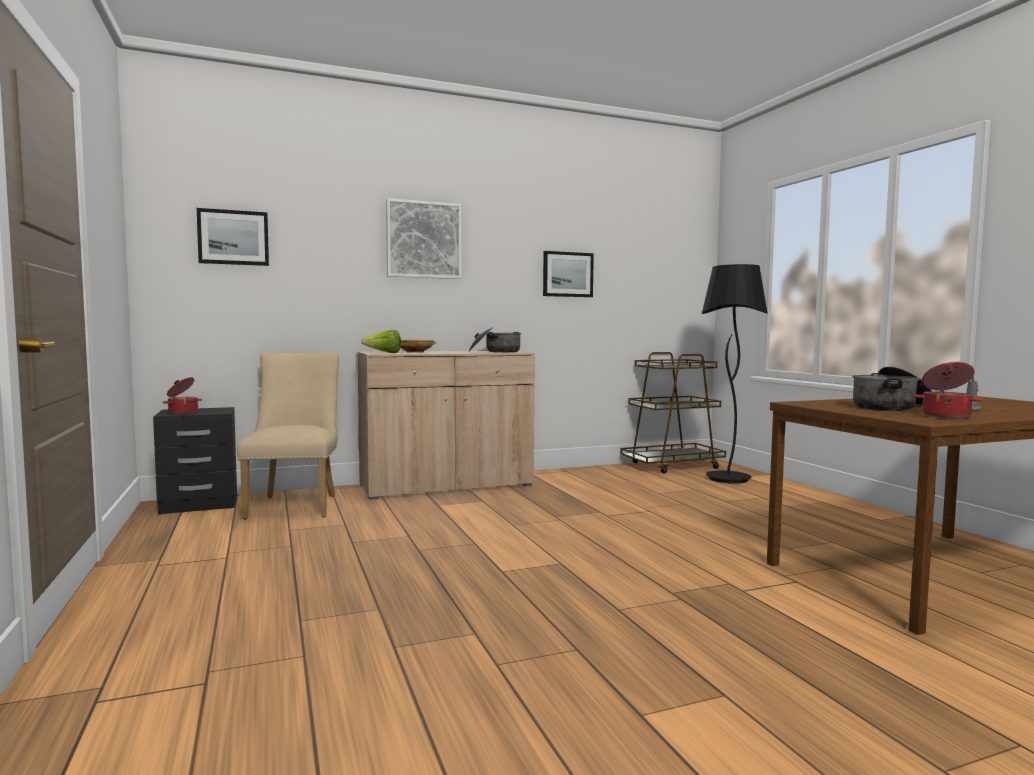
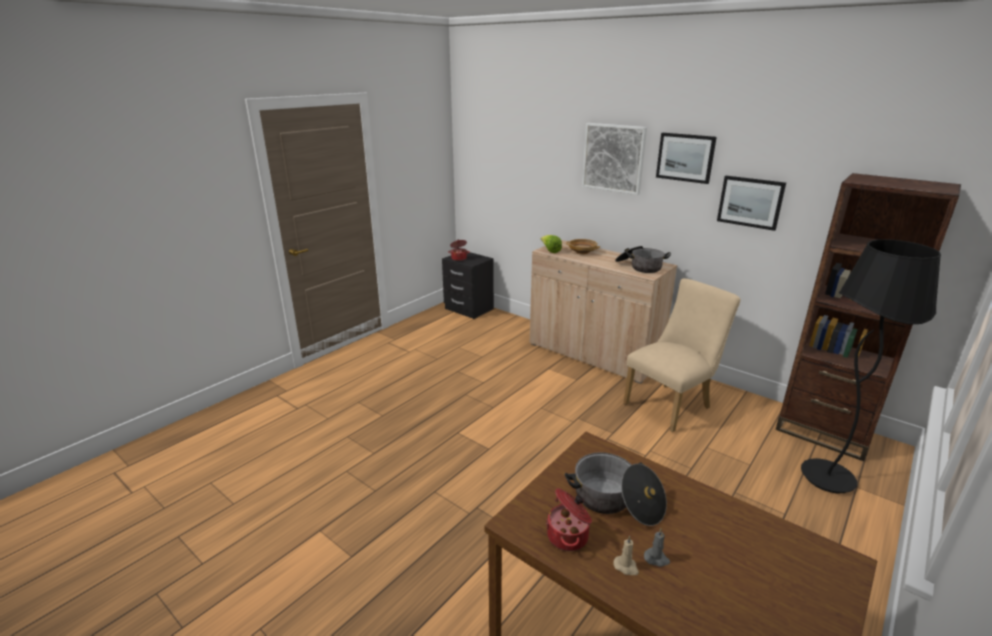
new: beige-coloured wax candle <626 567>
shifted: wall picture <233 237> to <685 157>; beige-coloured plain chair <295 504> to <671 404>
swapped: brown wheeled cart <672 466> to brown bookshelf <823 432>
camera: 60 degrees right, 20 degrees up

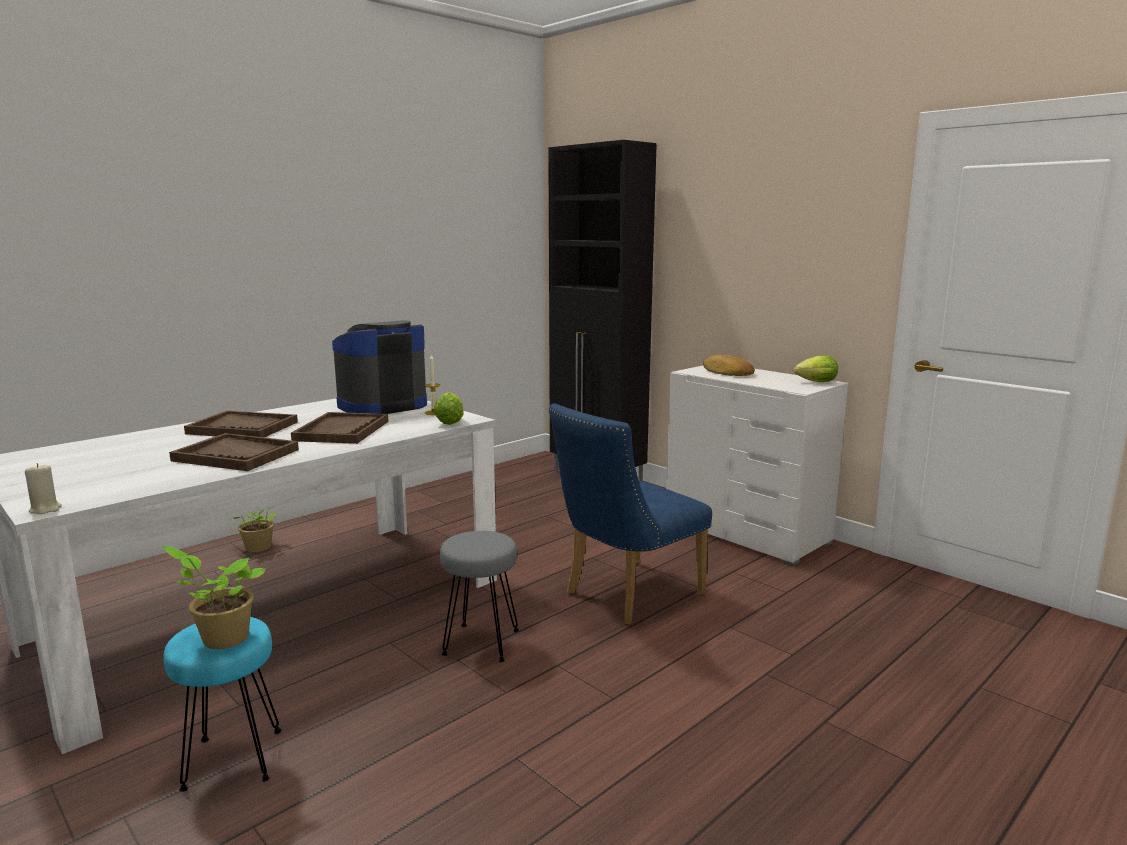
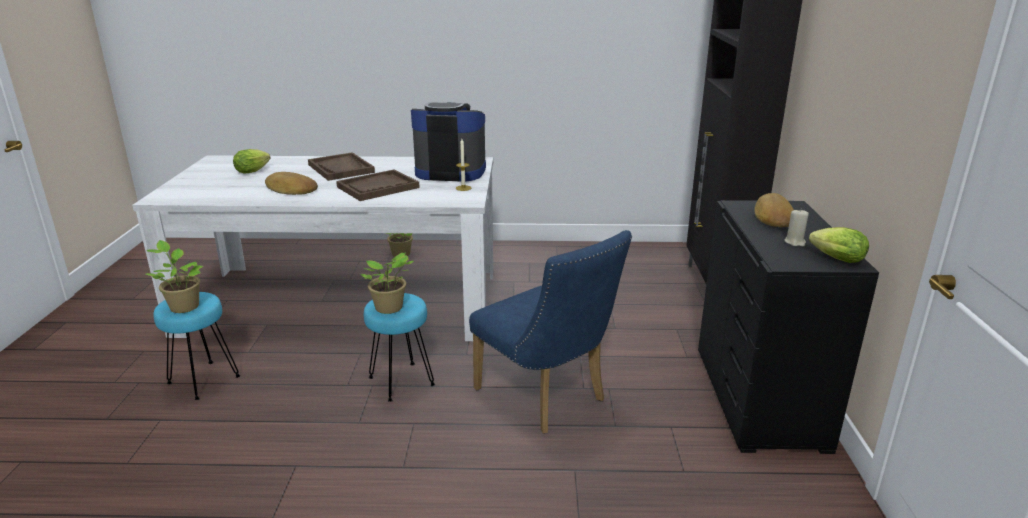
new: plant in a pot <389 309>
shifted: lettuce head <449 421> to <254 171>; beige-coloured wax candle <45 509> to <795 242>
swapped: brown serving tray <236 455> to baked bread <291 189>
repainted: white-coloured chest of drawers <747 532> to black chest of drawers <761 398>; grey stool <481 643> to turquoise stool <400 382>
rotated: blue plain chair <625 595> = <546 399> 135 degrees counterclockwise
camera: 45 degrees right, 10 degrees up

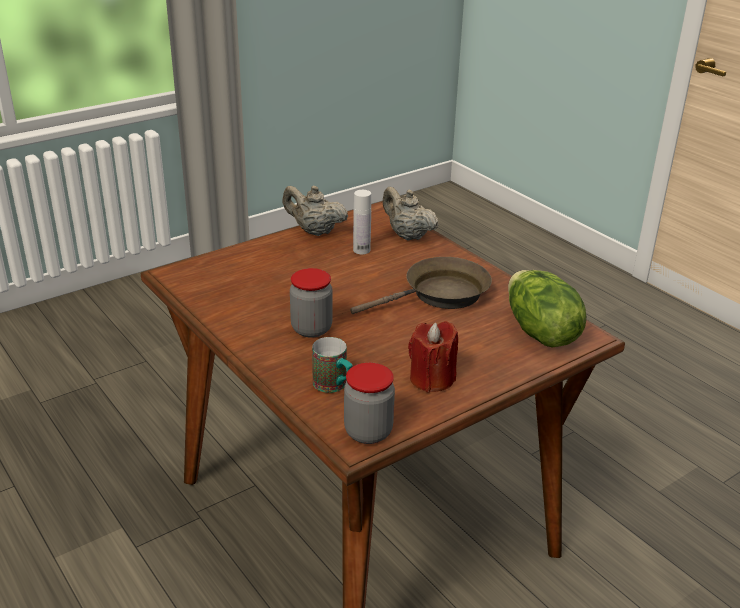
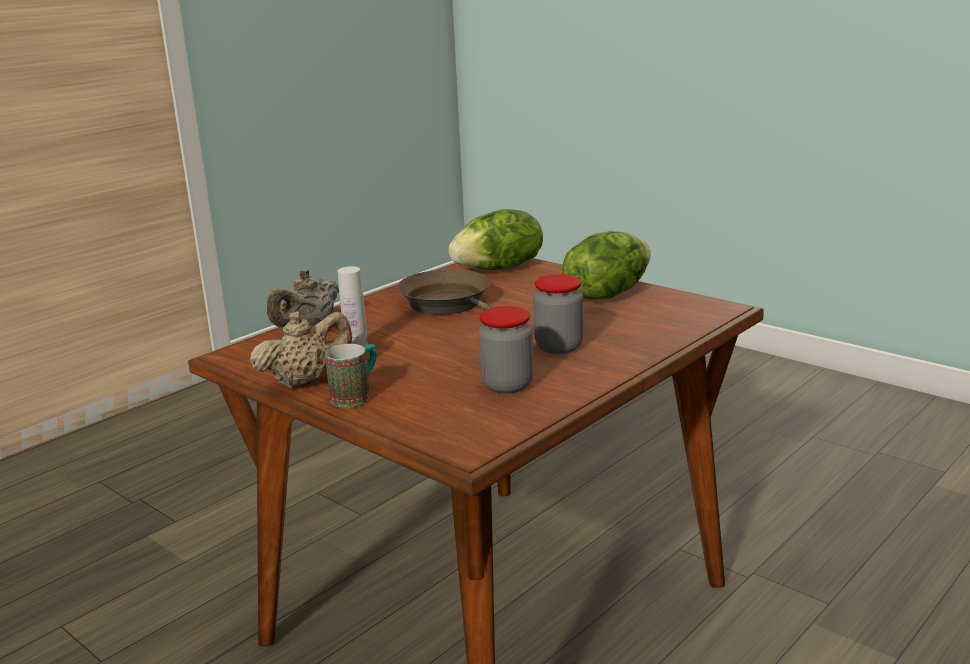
shifted: coffee mug <334 386> to <356 395>; preserve jar <368 432> to <507 385>
swapped: reddish wax candle <432 379> to lettuce head <606 294>
rotated: beige-coloured tea pot <314 231> = <305 381> 135 degrees counterclockwise
camera: 100 degrees left, 10 degrees down

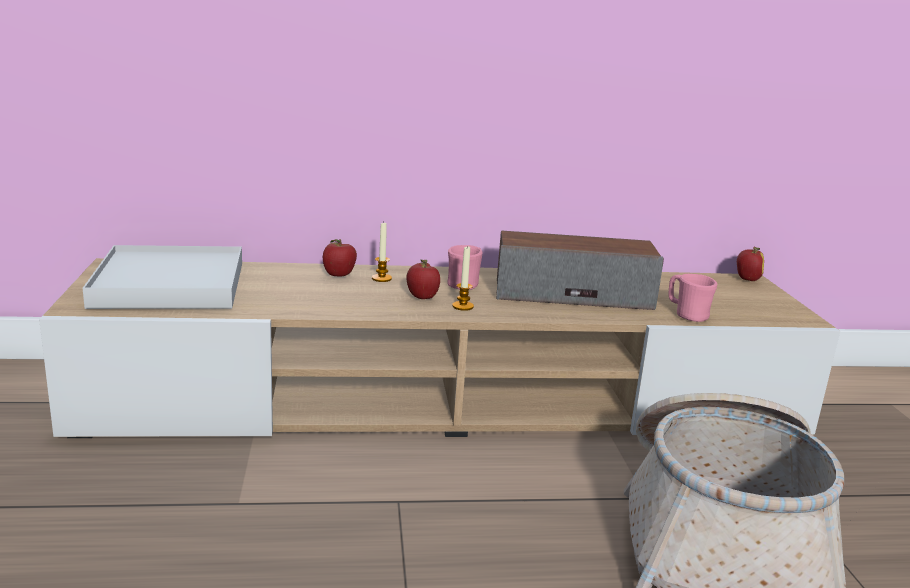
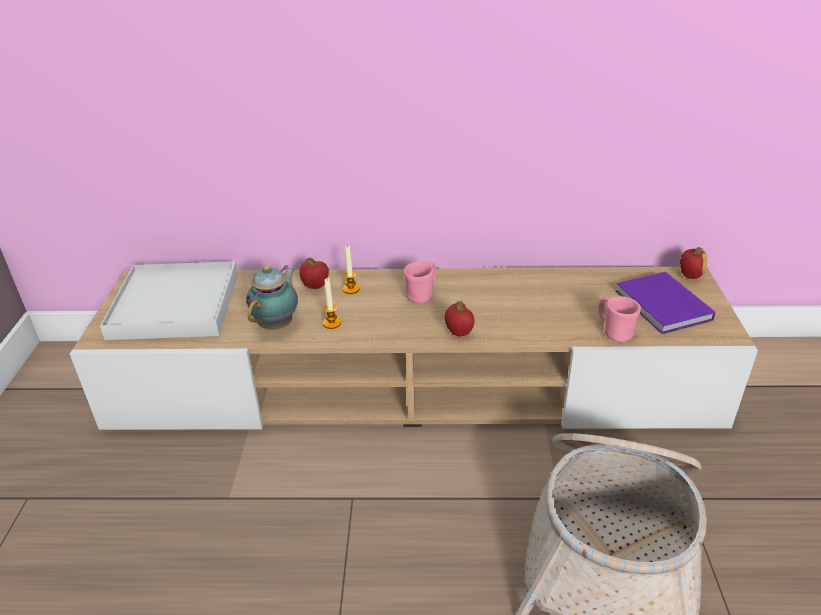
gone: speaker <572 294>
new: tea pot <278 324>; purple-coloured book <663 307>
shifted: wax candle <463 306> to <331 323>; whole apple <421 298> to <458 333>
camera: 10 degrees right, 15 degrees up

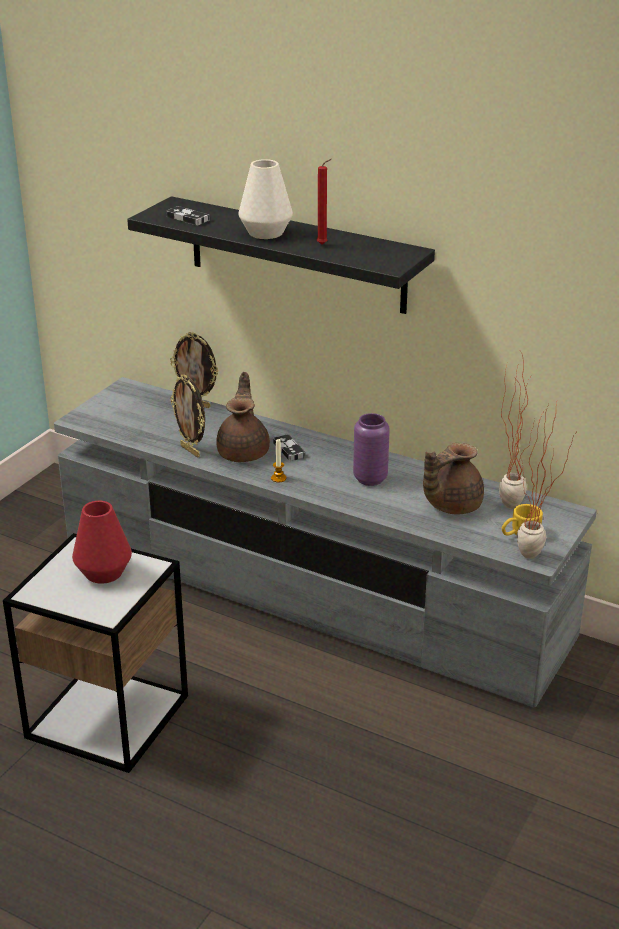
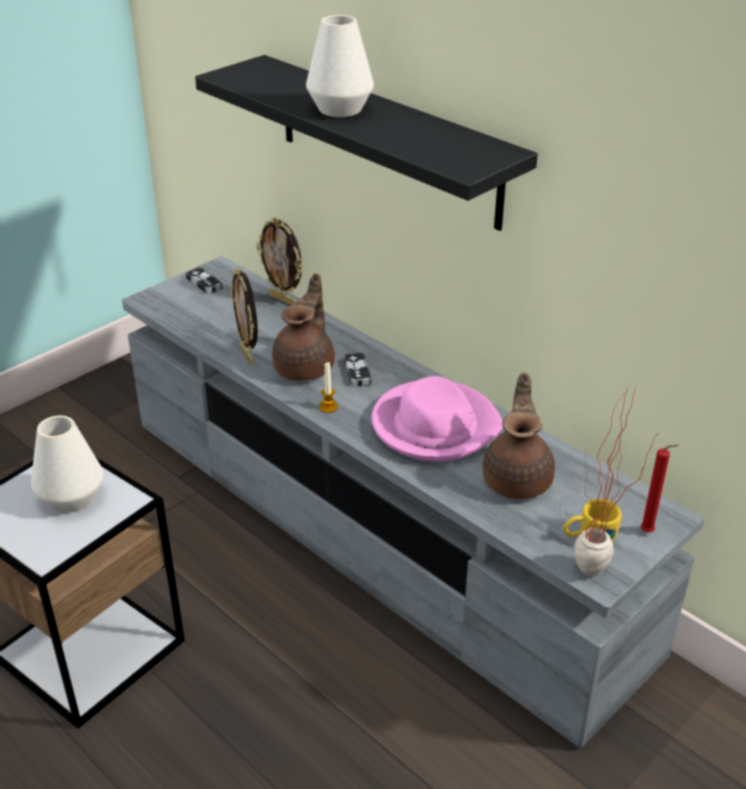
gone: plant in a pot <510 501>
shifted: reddish wax candle <324 244> to <649 532>; gamepad <188 218> to <204 283>
swapped: purple-coloured decorative vase <370 479> to pinkish hat <435 425>
repainted: reddish decorative vase <104 572> to white-coloured decorative vase <72 498>
rotated: brown tea pot <451 505> = <518 479> 120 degrees clockwise
camera: 15 degrees right, 5 degrees up

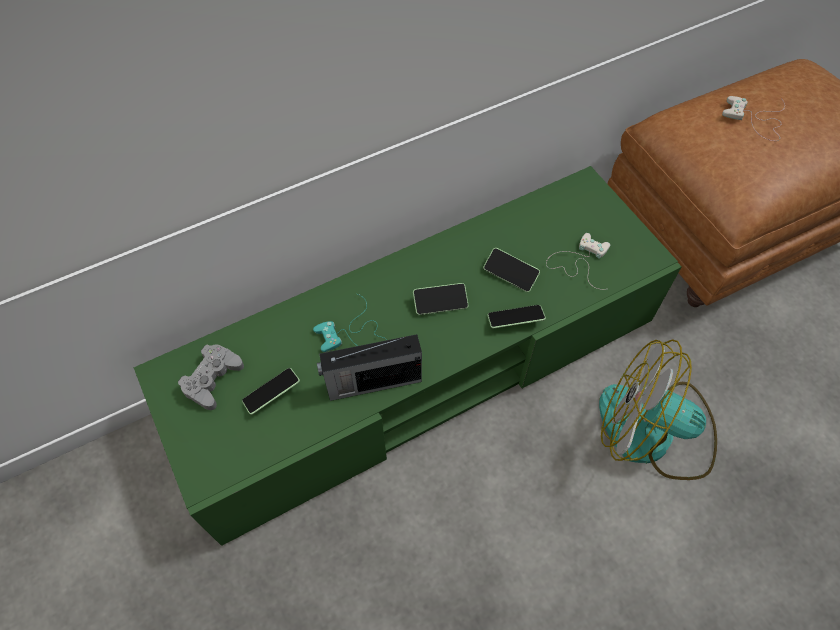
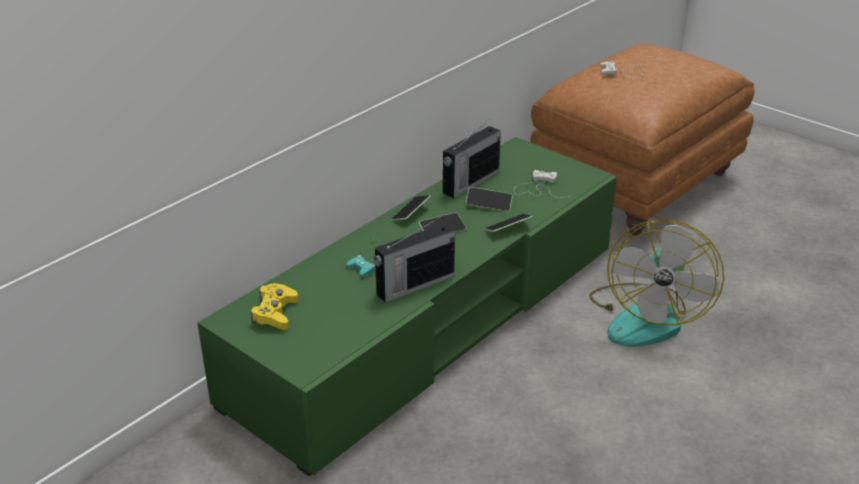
new: radio set <470 183>
shifted: telephone <272 394> to <411 213>
repainted: grey gamepad <212 379> to yellowish gamepad <275 313>
rotated: fan <653 433> = <647 317> 75 degrees counterclockwise
camera: 20 degrees left, 25 degrees down

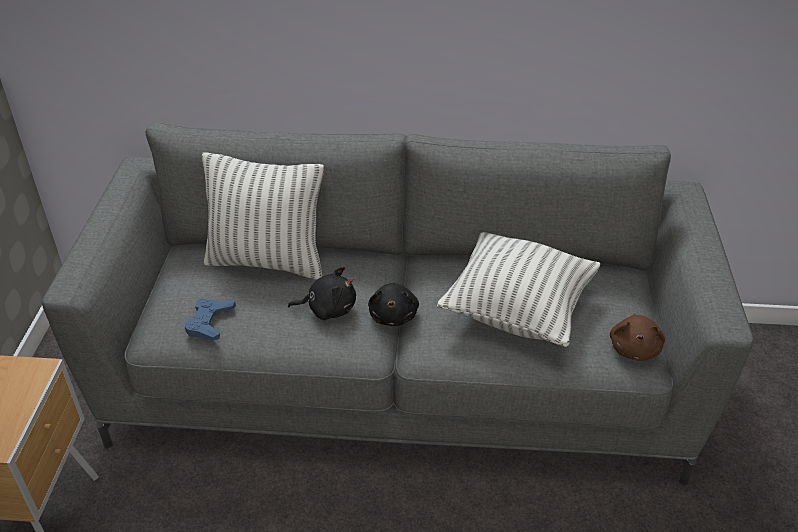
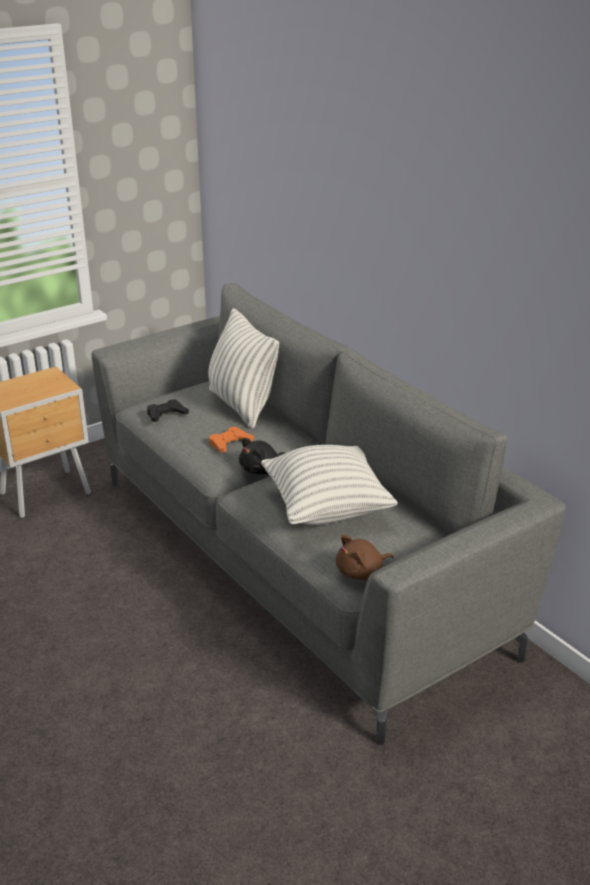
swapped: black plush toy <328 308> to orange gamepad <230 443>
repainted: blue gamepad <209 322> to black gamepad <166 414>
camera: 50 degrees right, 10 degrees down

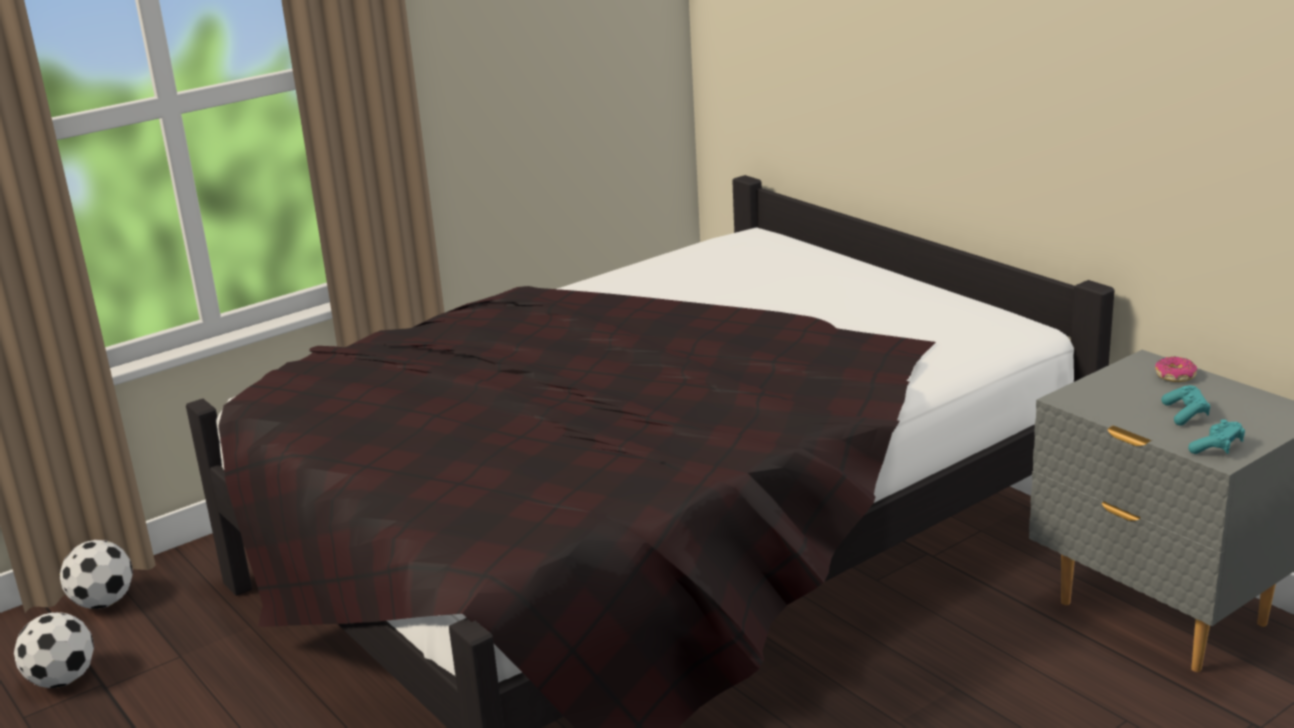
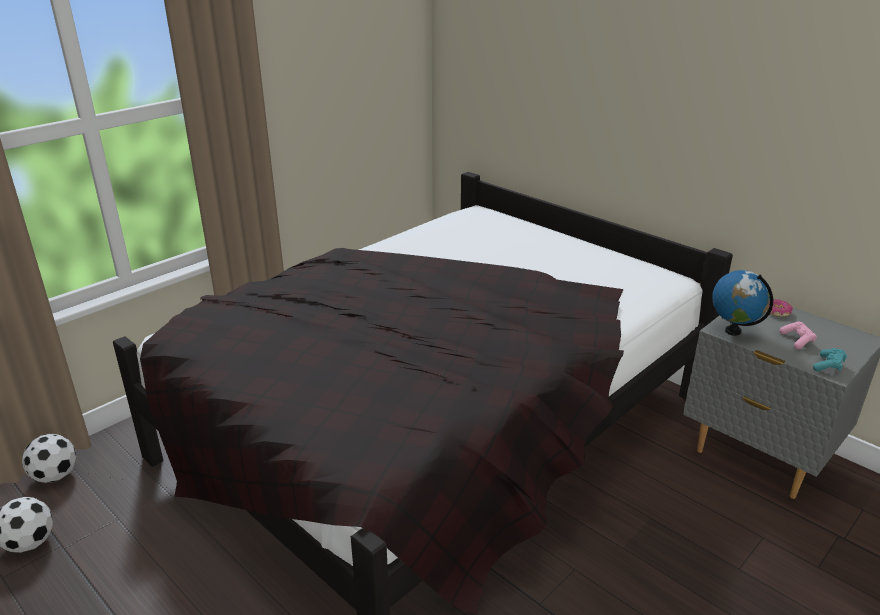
new: globe <733 331>
repainted: turquoise gamepad <1185 414> to pinkish gamepad <797 340>
camera: 10 degrees left, 5 degrees up

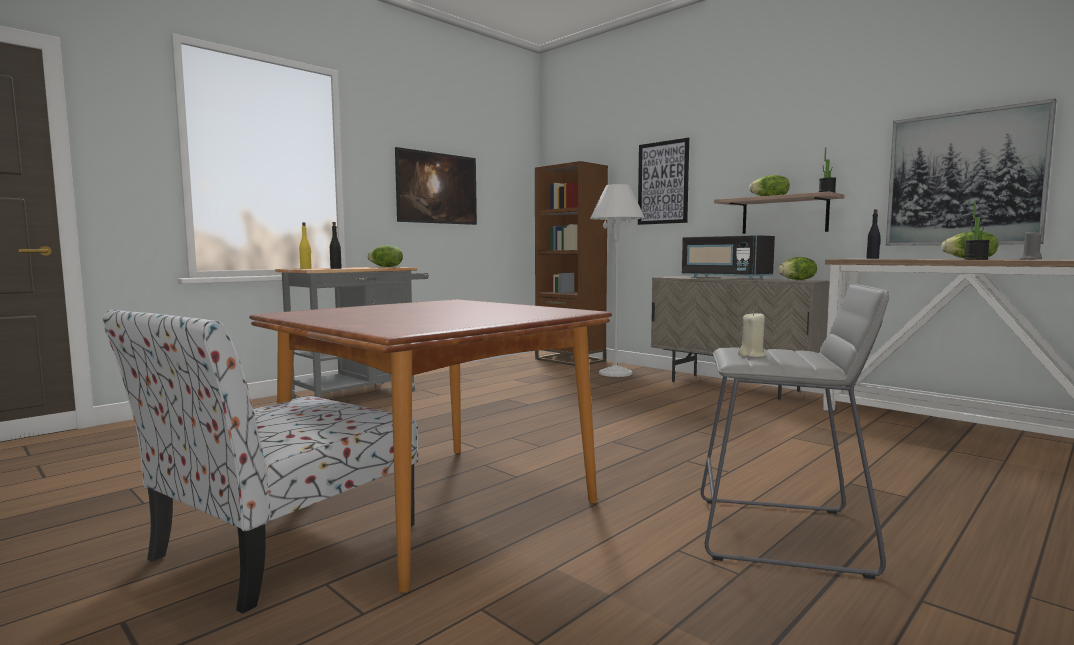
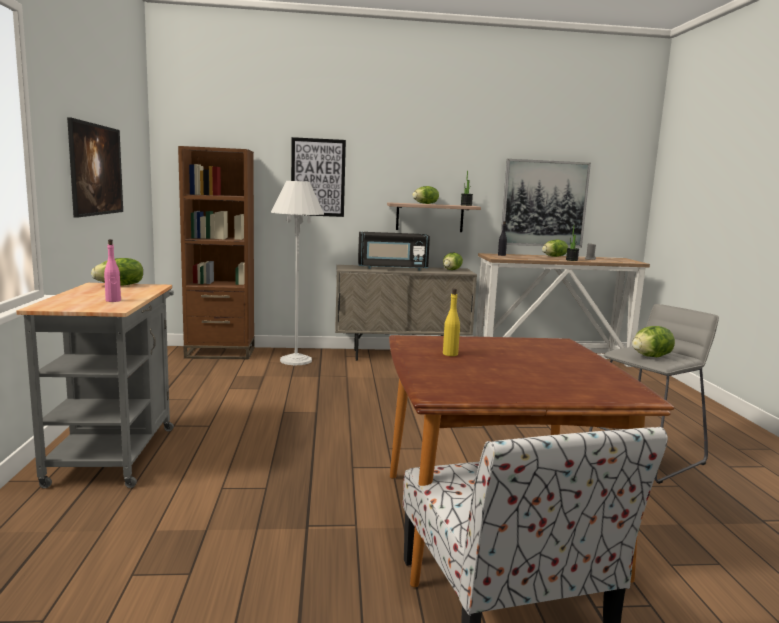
shifted: yellowish bottle <306 268> to <450 354>
swapped: beige-coloured wax candle <751 355> to lettuce head <650 356>
repainted: black bottle <335 268> to pinkish bottle <113 300>
camera: 50 degrees left, 5 degrees up

